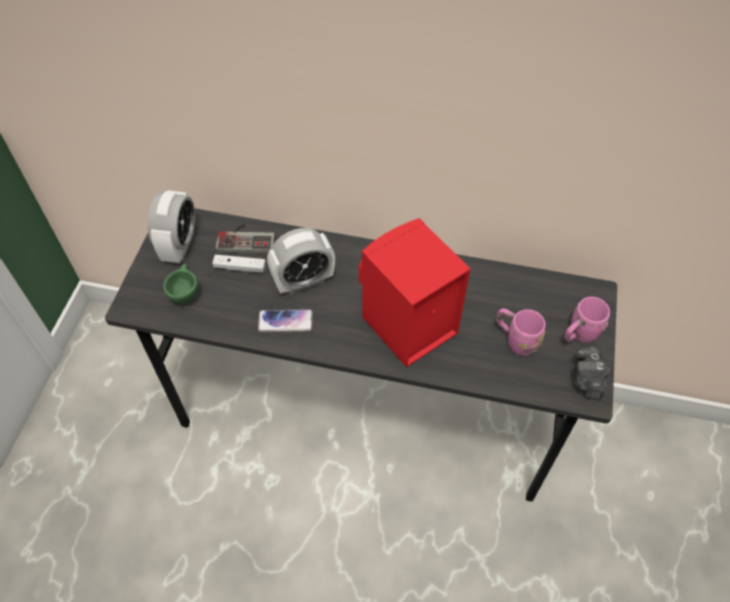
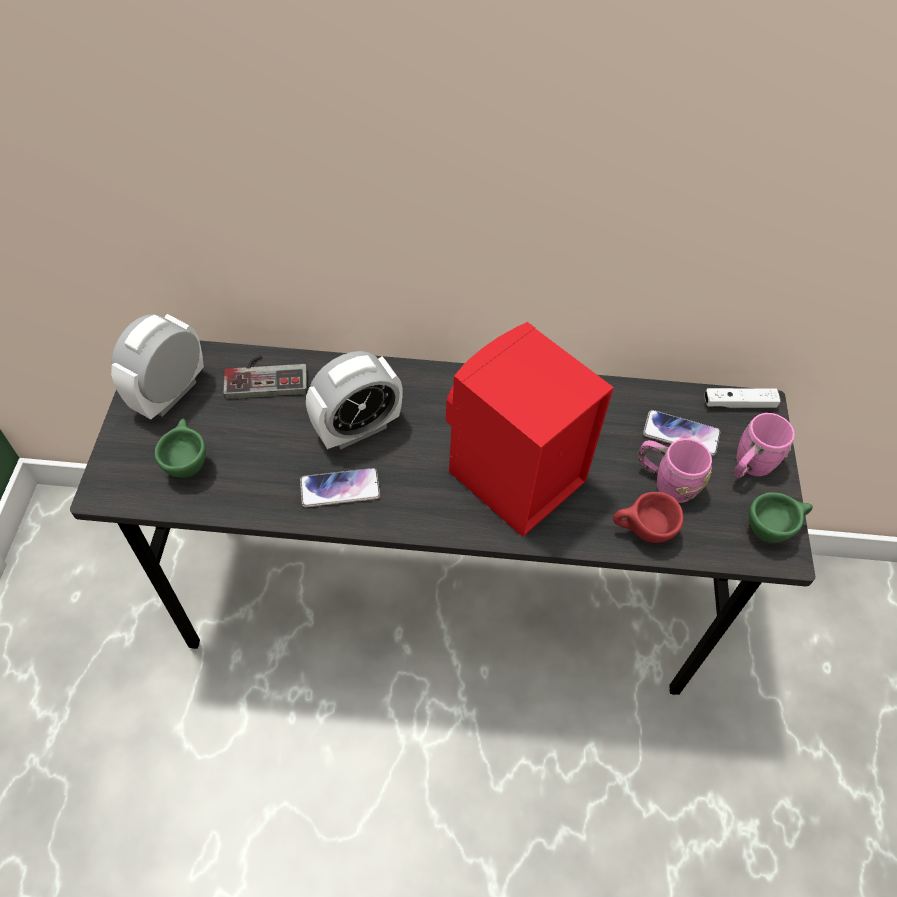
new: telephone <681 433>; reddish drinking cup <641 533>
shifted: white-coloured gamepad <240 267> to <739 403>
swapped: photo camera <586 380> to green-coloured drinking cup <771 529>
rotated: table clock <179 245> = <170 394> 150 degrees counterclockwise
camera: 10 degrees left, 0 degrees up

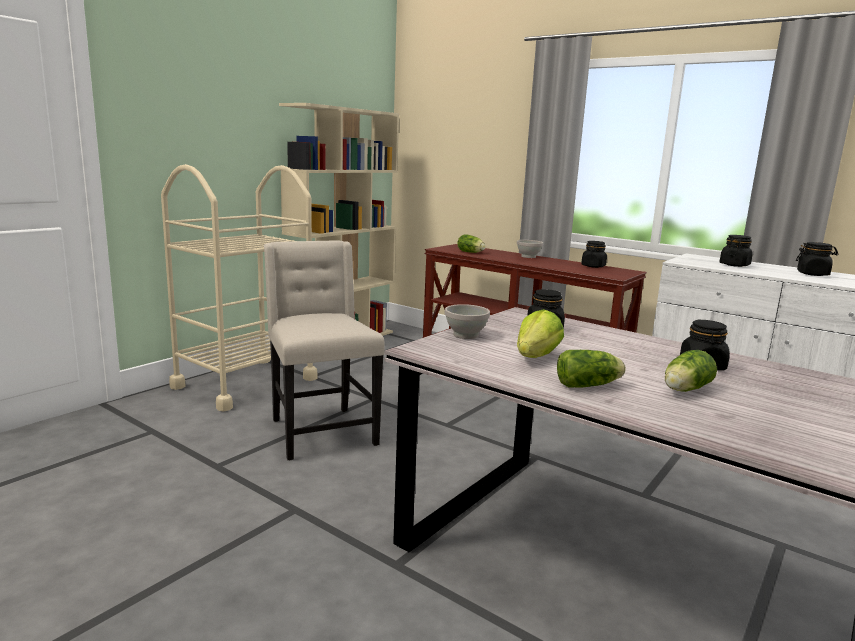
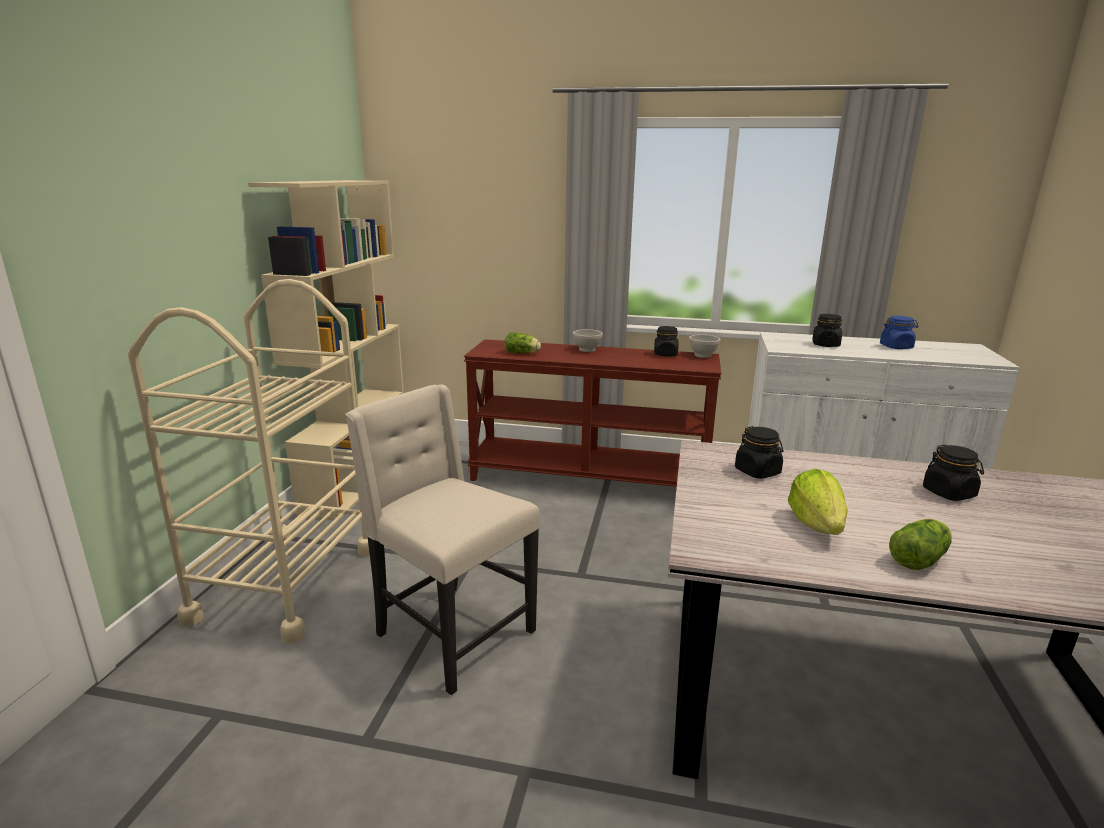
gone: lettuce head <684 390>
shifted: white-coloured deep dish <465 335> to <703 355>
repainted: black preserve jar <813 274> to blue preserve jar <896 347>
camera: 25 degrees left, 5 degrees up

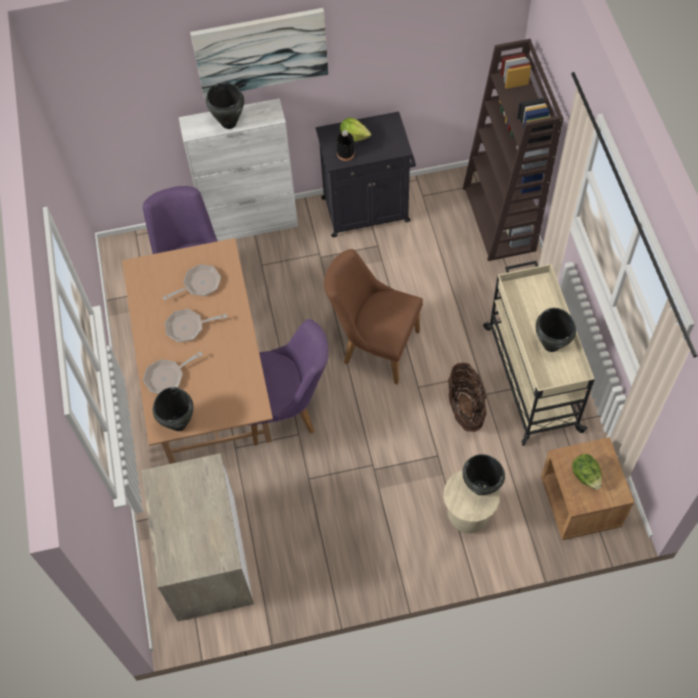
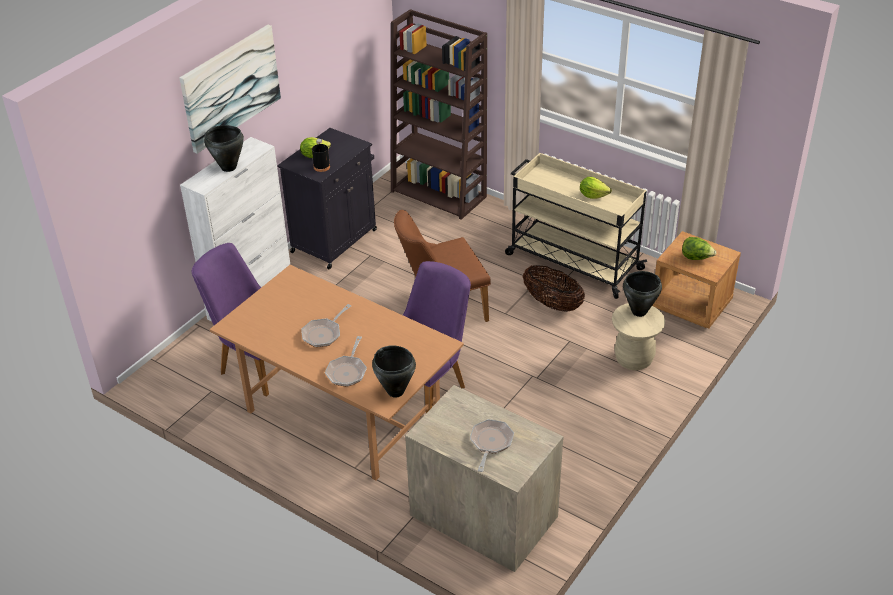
shifted: skillet <199 284> to <490 443>
swapped: black stockpot <551 345> to lettuce head <593 195>
camera: 45 degrees left, 20 degrees down

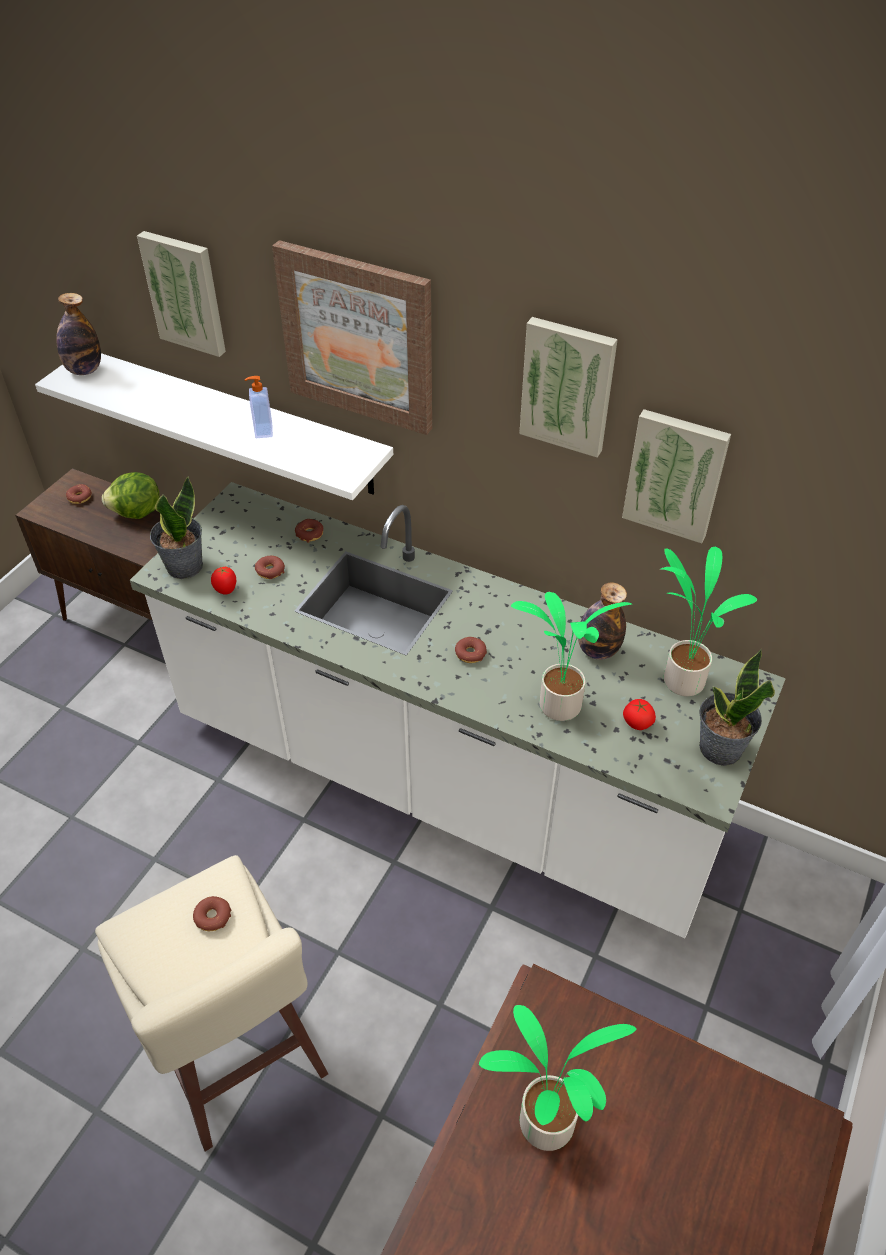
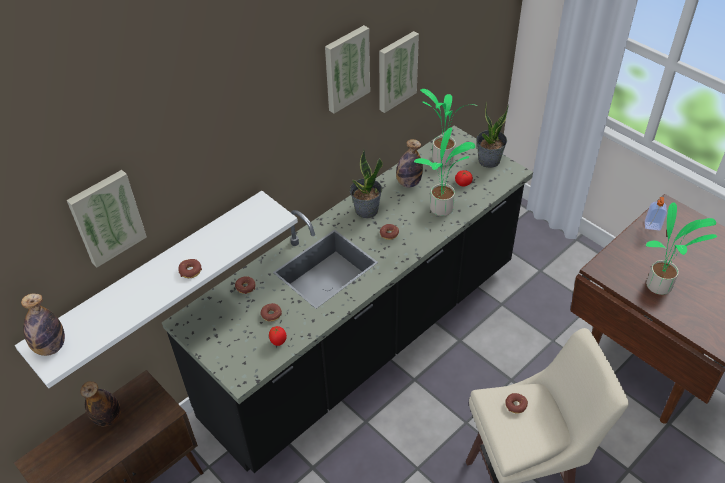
gone: wall picture <358 337>
shifted: soap bottle <263 431> to <652 226>; plant in a pot <184 566> to <366 210>; ring doughnut <80 497> to <190 271>
swapped: lettuce head <137 513> to bottle <108 418>
repainted: white-coloured kitchen counter <443 780> to black kitchen counter <365 340>
camera: 70 degrees left, 0 degrees up

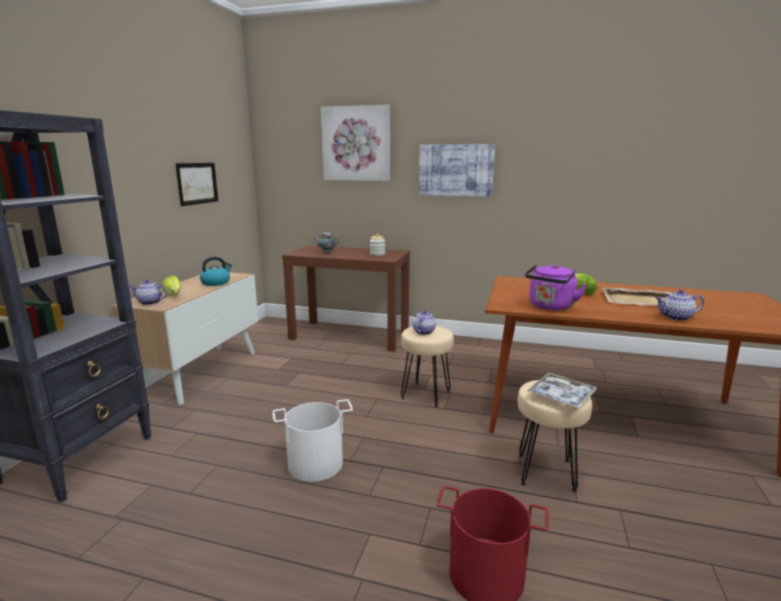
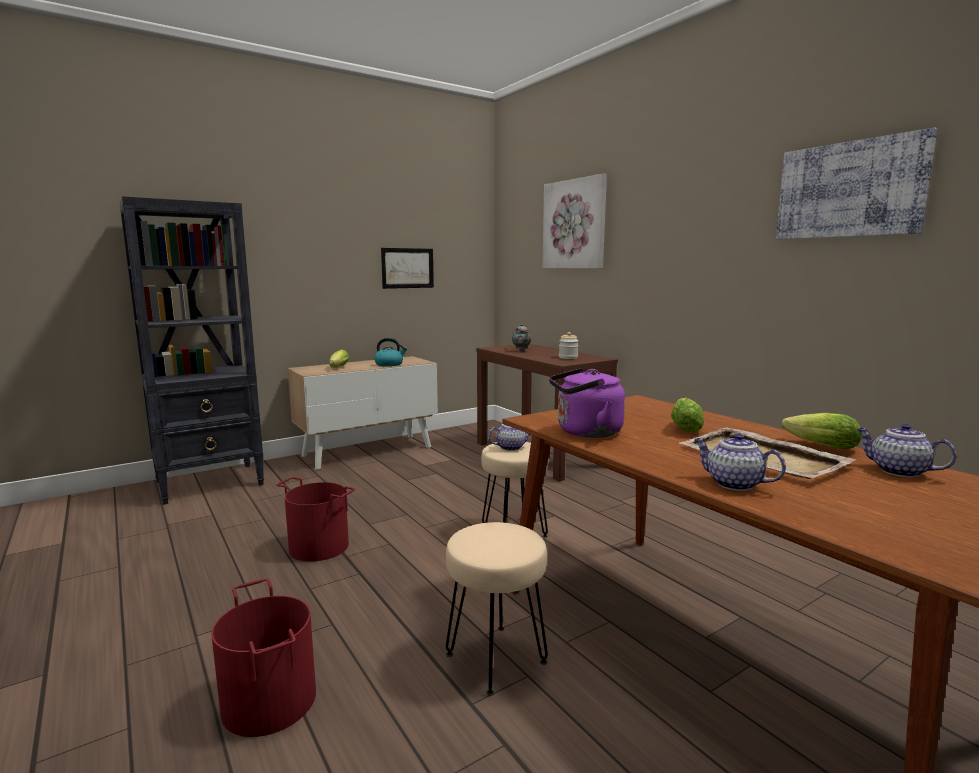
gone: serving tray <561 396>
new: lettuce head <817 445>
shifted: wall picture <455 170> to <849 190>; tea pot <149 302> to <897 471>
repainted: white-coloured bucket <315 464> to reddish bucket <318 547>
camera: 40 degrees right, 5 degrees down

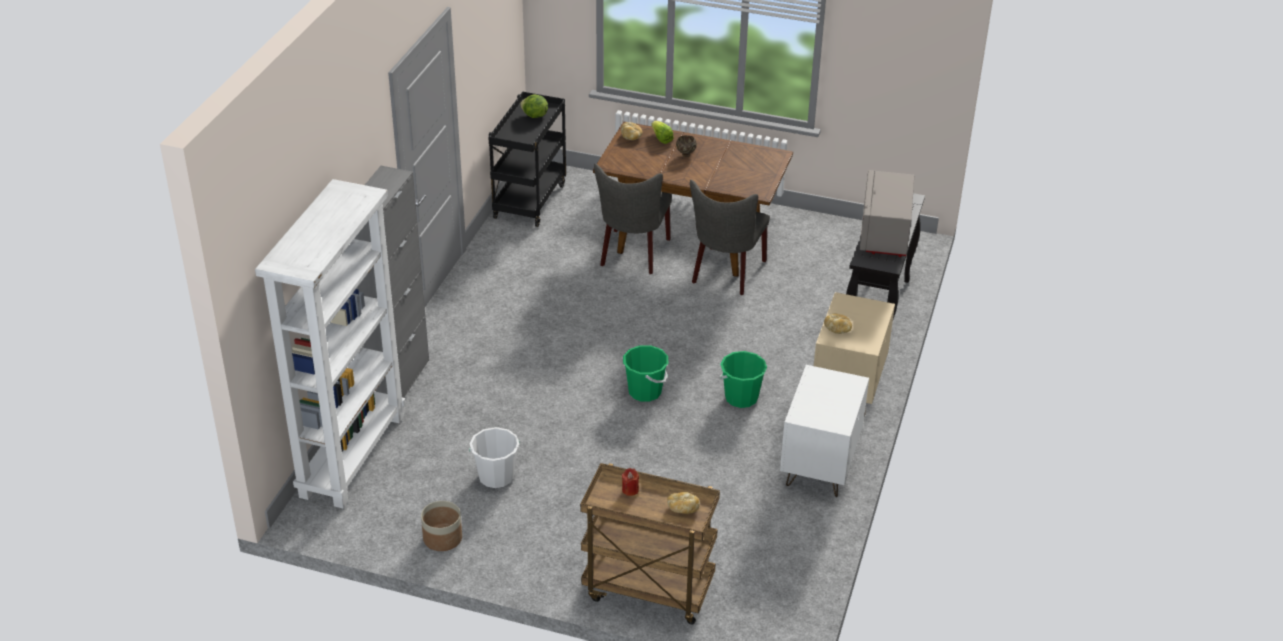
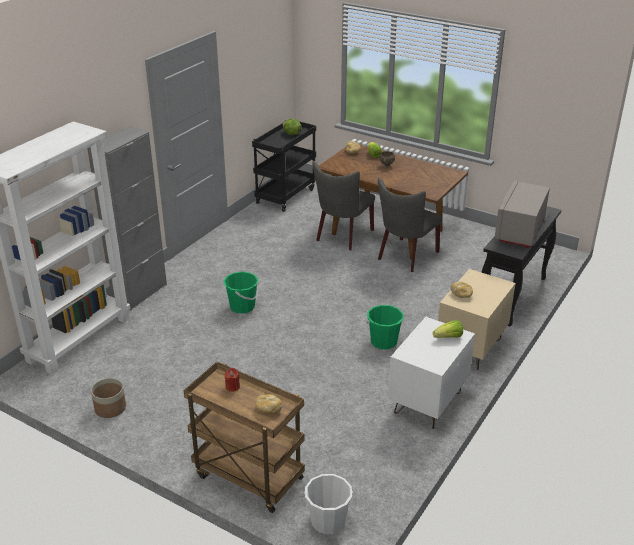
new: lettuce head <449 337>
shifted: green-coloured bucket <645 392> to <242 307>; white-coloured bucket <496 476> to <328 521>
camera: 15 degrees right, 5 degrees down

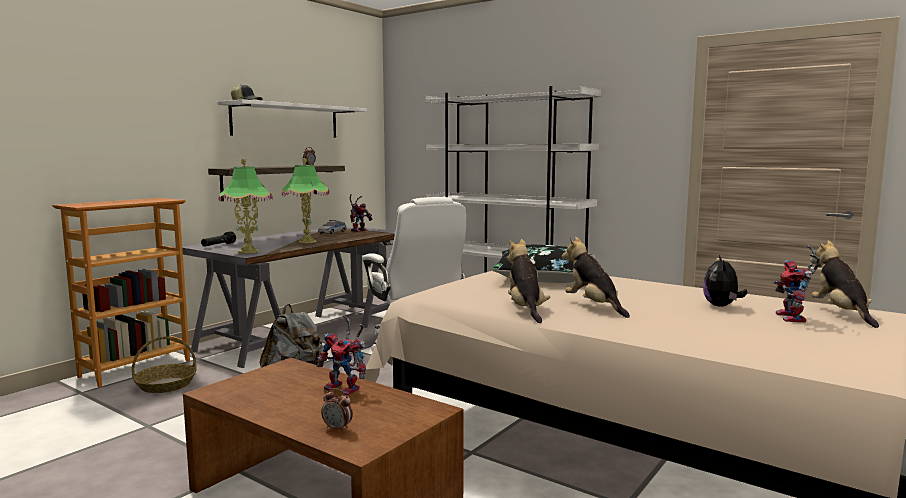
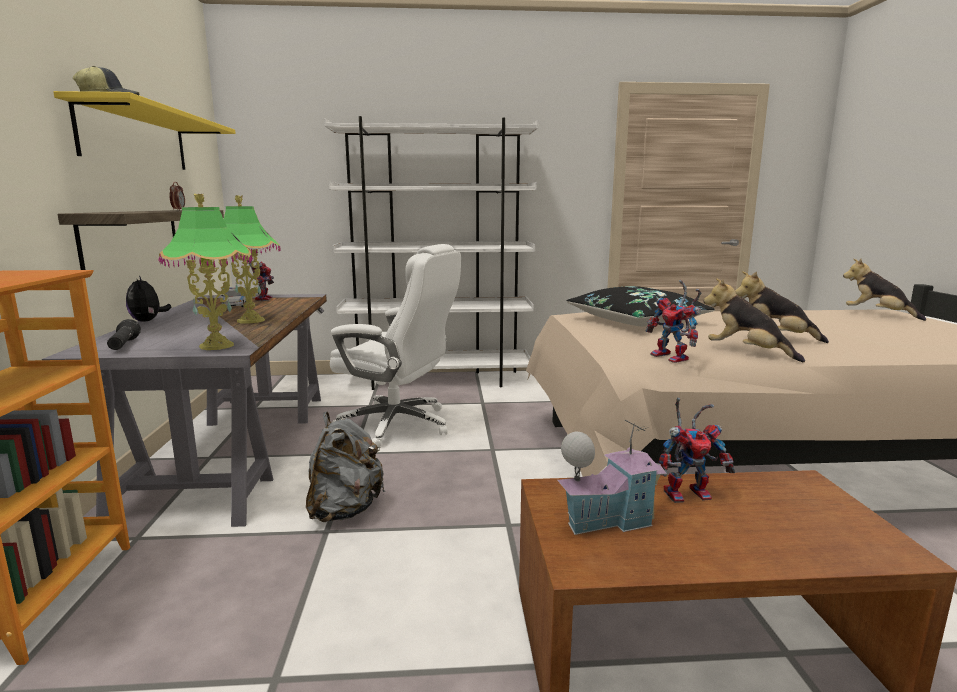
gone: basket <166 385>; table clock <337 428>
new: model house <608 520>
shifted: robot figure <794 319> to <674 358>; plush toy <722 306> to <148 321>
repainted: white-coloured wall shelf <286 121> to yellowish wall shelf <136 139>
camera: 40 degrees left, 5 degrees up

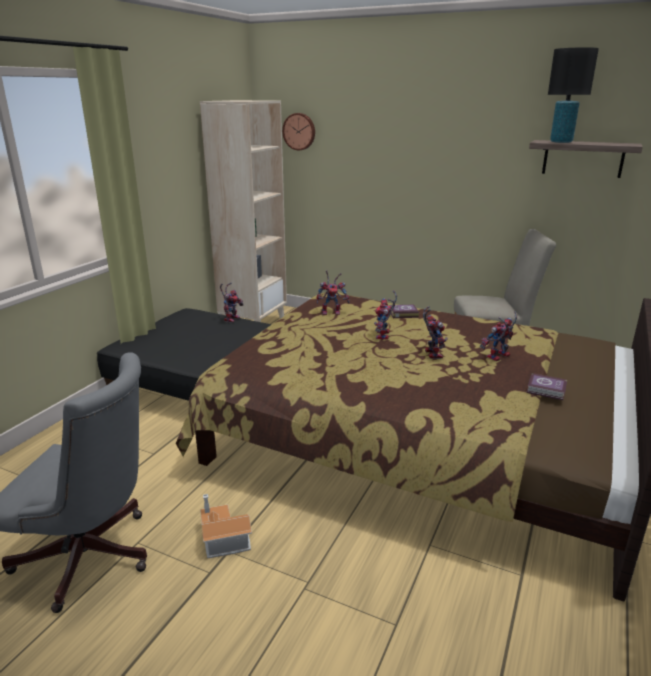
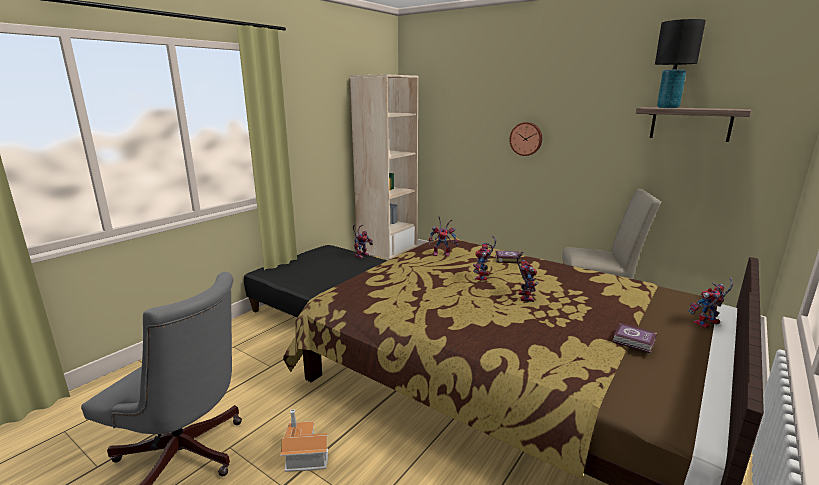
shifted: wall clock <299 131> to <526 139>; robot figure <498 357> to <706 324>
camera: 10 degrees right, 5 degrees down

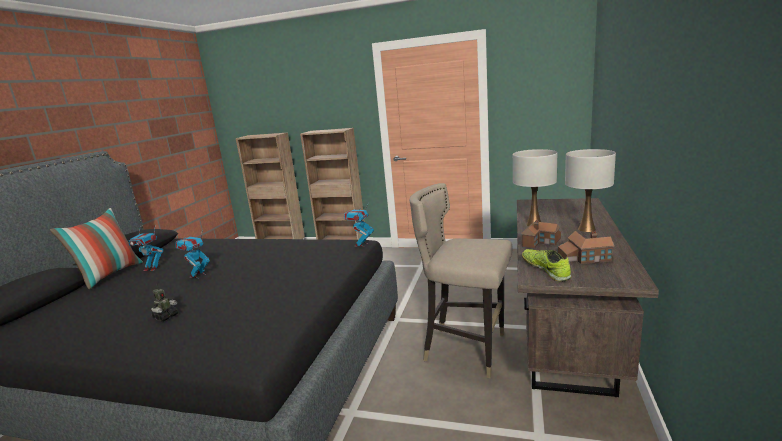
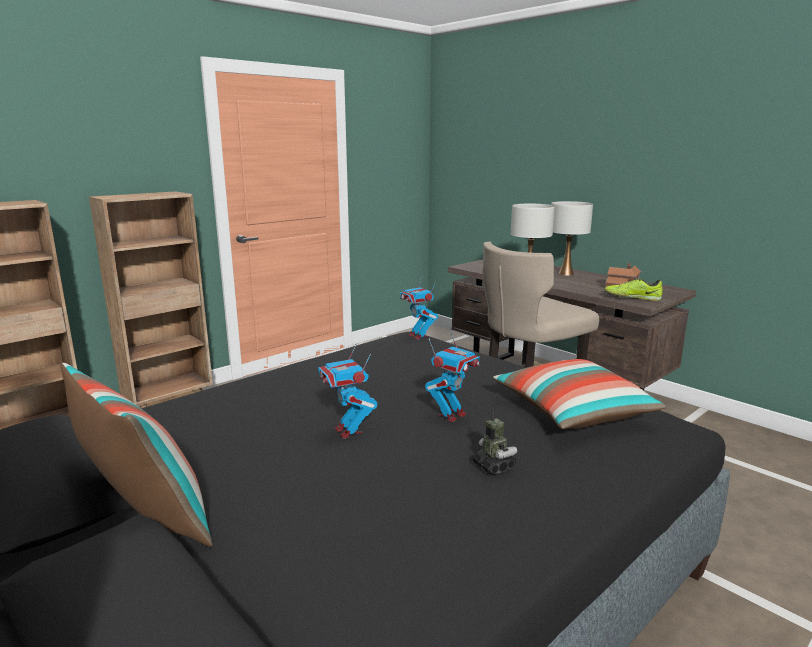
gone: model house <541 242>
new: pillow <573 412>
shifted: robot figure <152 268> to <451 415>
camera: 60 degrees left, 0 degrees up

